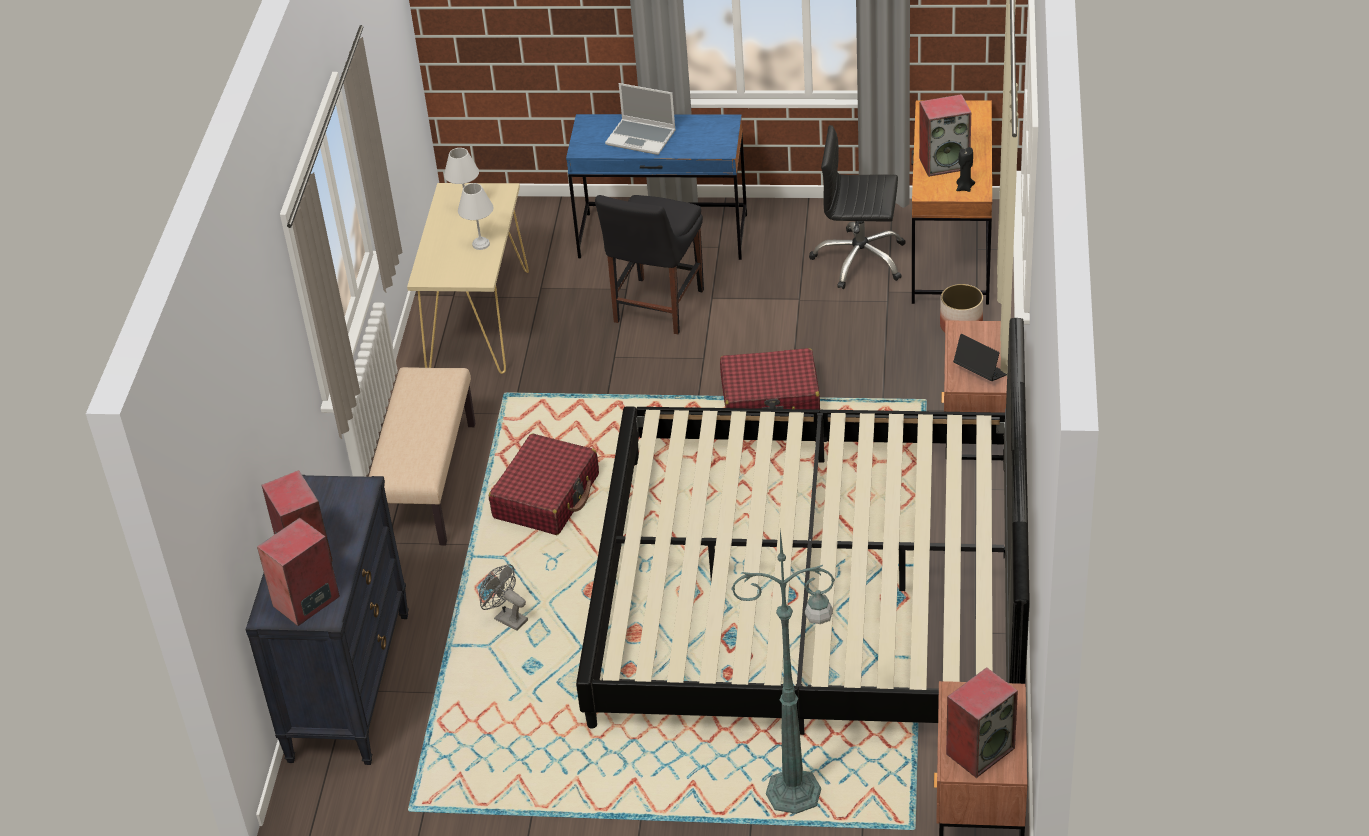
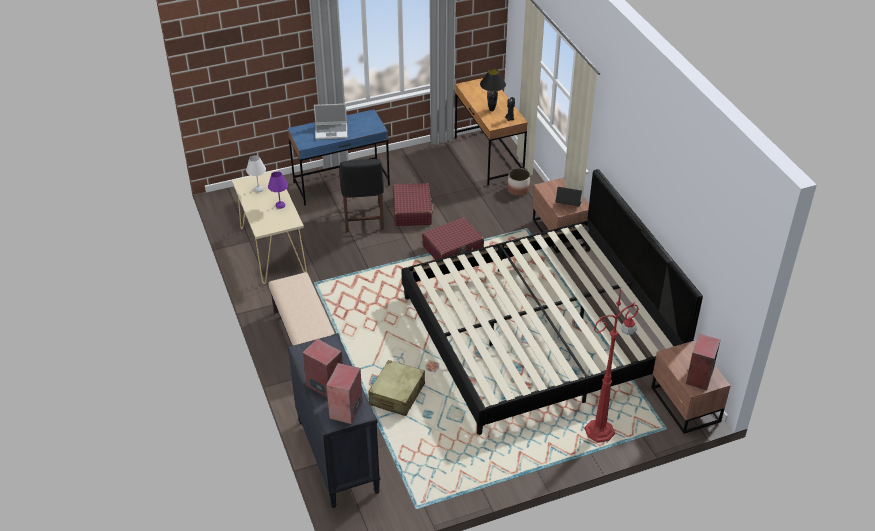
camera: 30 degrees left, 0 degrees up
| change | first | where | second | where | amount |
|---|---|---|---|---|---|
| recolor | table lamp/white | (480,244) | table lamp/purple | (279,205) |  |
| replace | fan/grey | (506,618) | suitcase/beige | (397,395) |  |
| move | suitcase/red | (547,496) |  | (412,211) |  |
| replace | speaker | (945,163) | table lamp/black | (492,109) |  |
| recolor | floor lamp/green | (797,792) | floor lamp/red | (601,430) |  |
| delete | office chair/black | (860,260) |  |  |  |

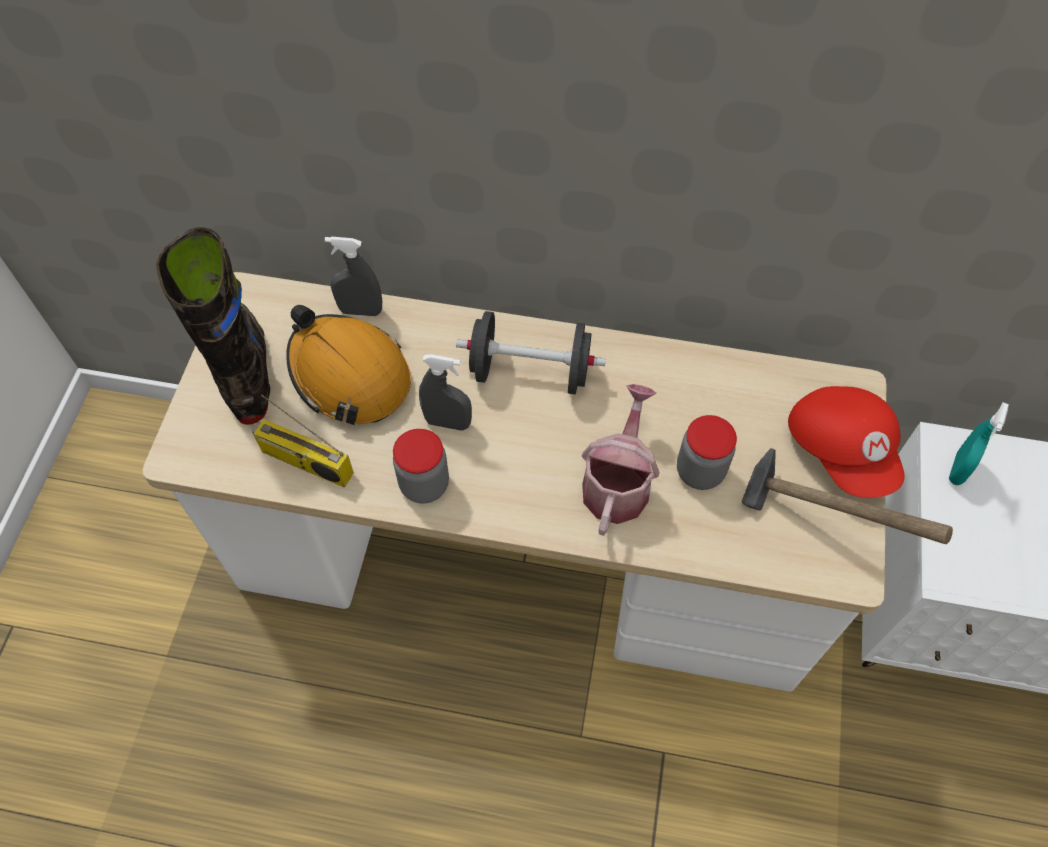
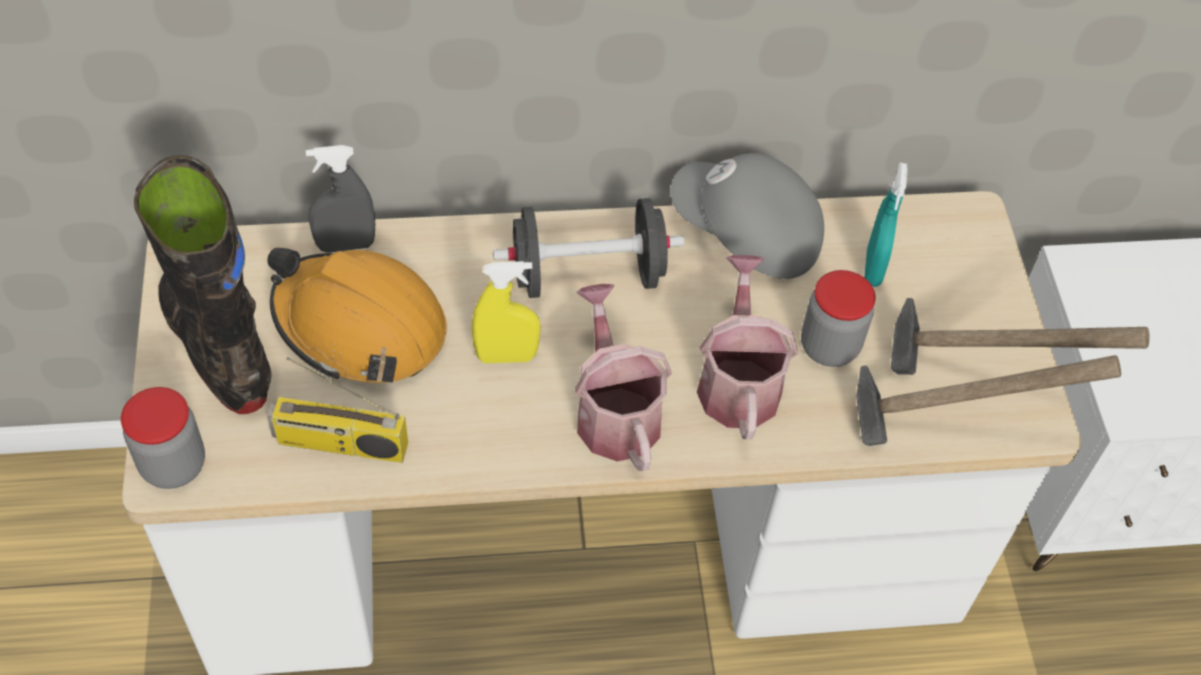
camera: 20 degrees left, 5 degrees down
| change | first | where | second | where | amount |
|---|---|---|---|---|---|
| move | jar | (424,484) |  | (173,465) |  |
| recolor | spray bottle/grey | (448,422) | spray bottle/yellow | (506,356) |  |
| insert |  |  | watering can | (614,411) |  |
| insert |  |  | cap/grey | (746,234) |  |
| insert |  |  | hammer | (951,429) |  |
| move | spray bottle/turquoise | (958,469) |  | (873,268) |  |
| delete | cap/red | (842,450) |  |  |  |

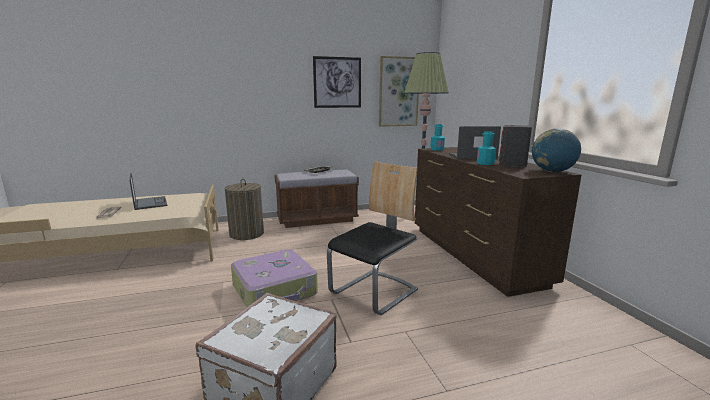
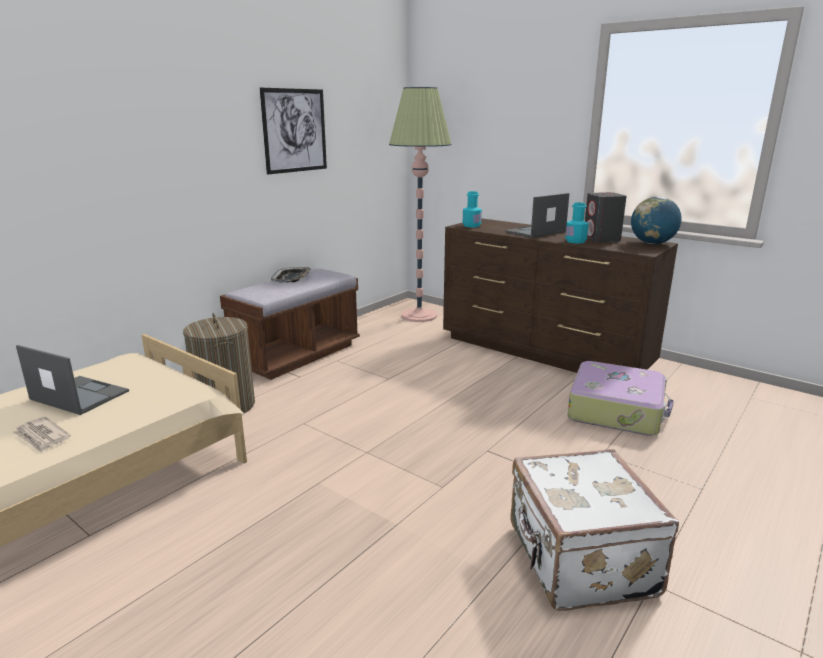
camera: 35 degrees left, 5 degrees up
| change | first | where | second | where | amount |
|---|---|---|---|---|---|
| move | suitcase | (275,290) |  | (616,410) |  |
| delete | chair | (374,292) |  |  |  |
| delete | picture | (398,92) |  |  |  |

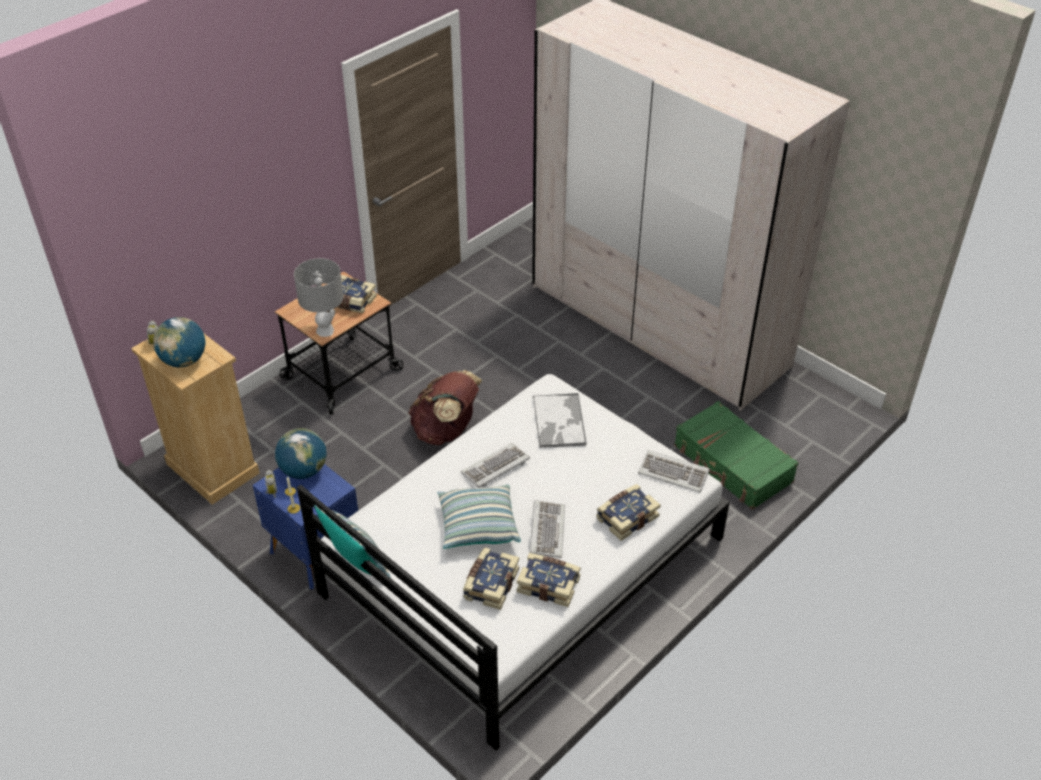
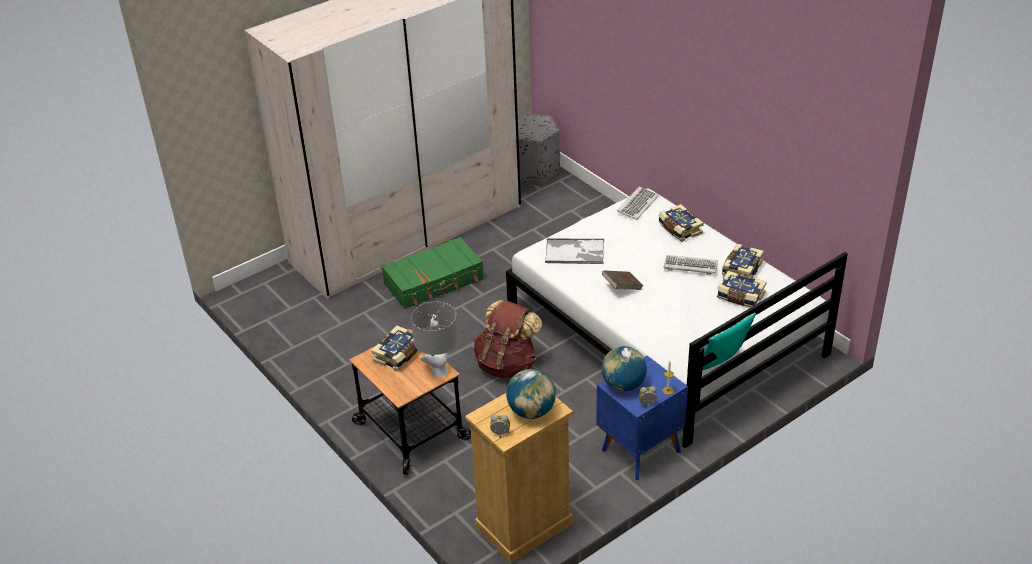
camera: 80 degrees left, 5 degrees down
| change | first | where | second | where | amount |
|---|---|---|---|---|---|
| move | suitcase/green | (732,464) |  | (434,282) |  |
| insert |  |  | ottoman/grey | (534,172) |  |
| replace | keyboard | (495,467) | book/brown | (622,287) |  |
| delete | pillow | (478,526) |  |  |  |

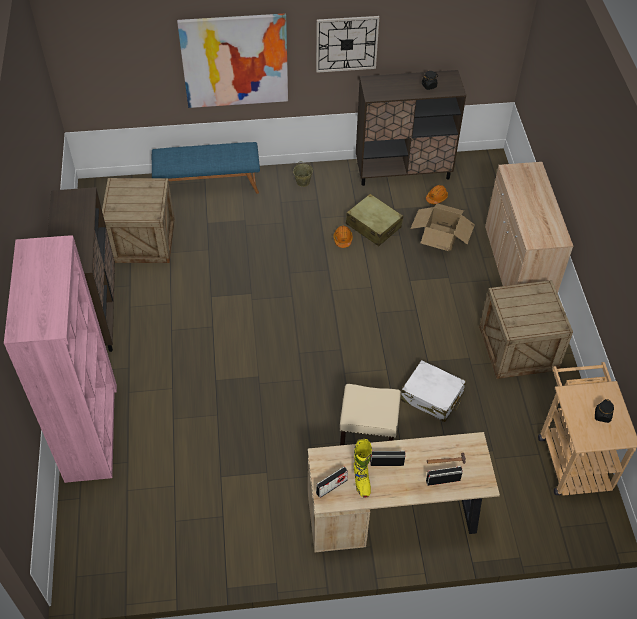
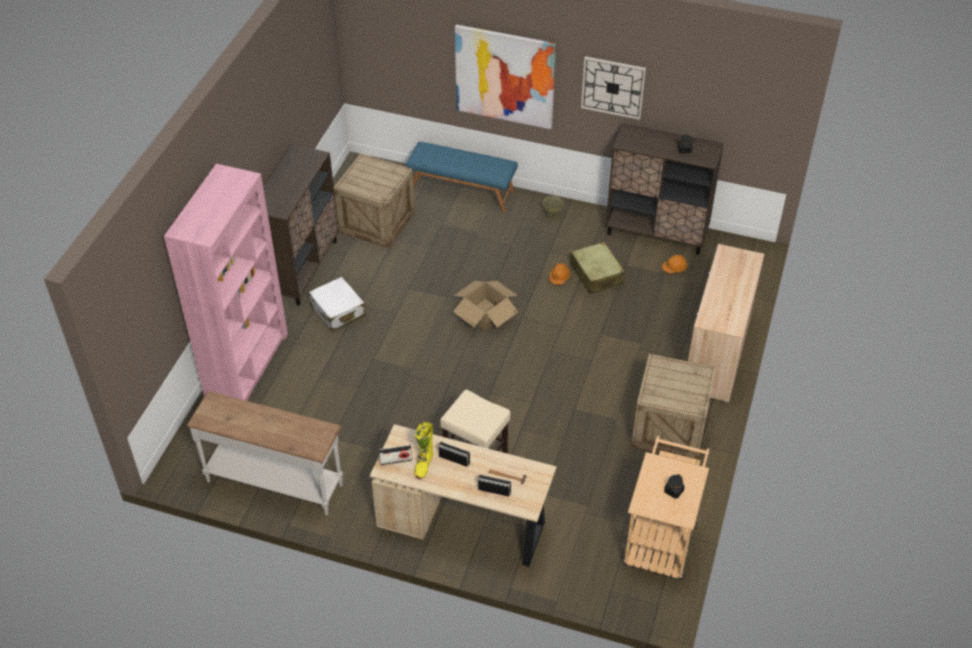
camera: 25 degrees right, 5 degrees down
| change | first | where | second | where | amount |
|---|---|---|---|---|---|
| insert |  |  | console table/white | (275,482) |  |
| move | suitcase/white | (432,397) |  | (338,311) |  |
| move | cardboard box | (441,236) |  | (485,314) |  |

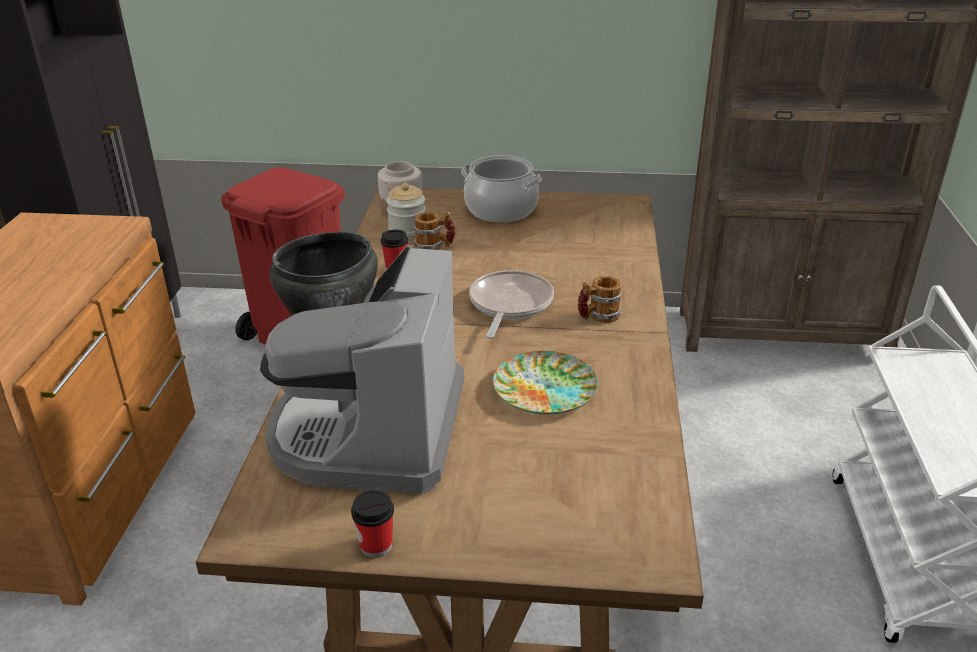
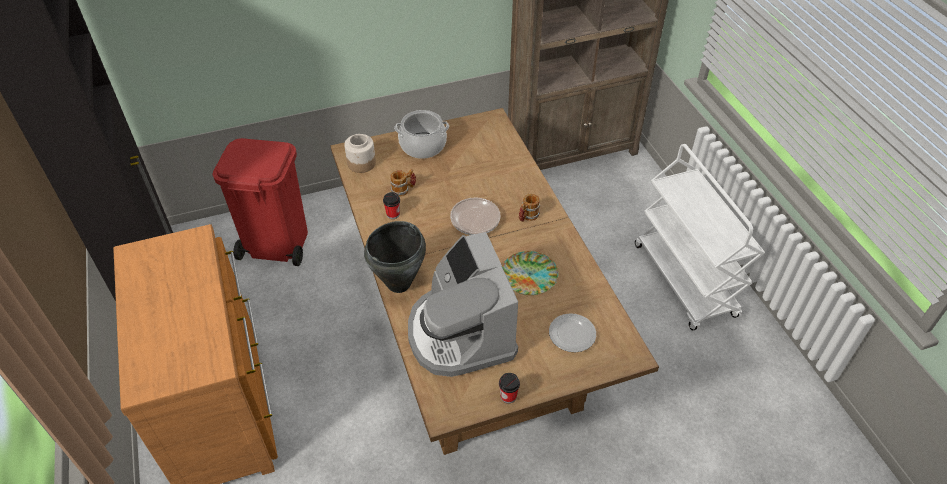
camera: 25 degrees left, 15 degrees up
| change | first | where | second | where | amount |
|---|---|---|---|---|---|
| insert |  |  | plate | (572,335) |  |
| delete | jar | (407,231) |  |  |  |

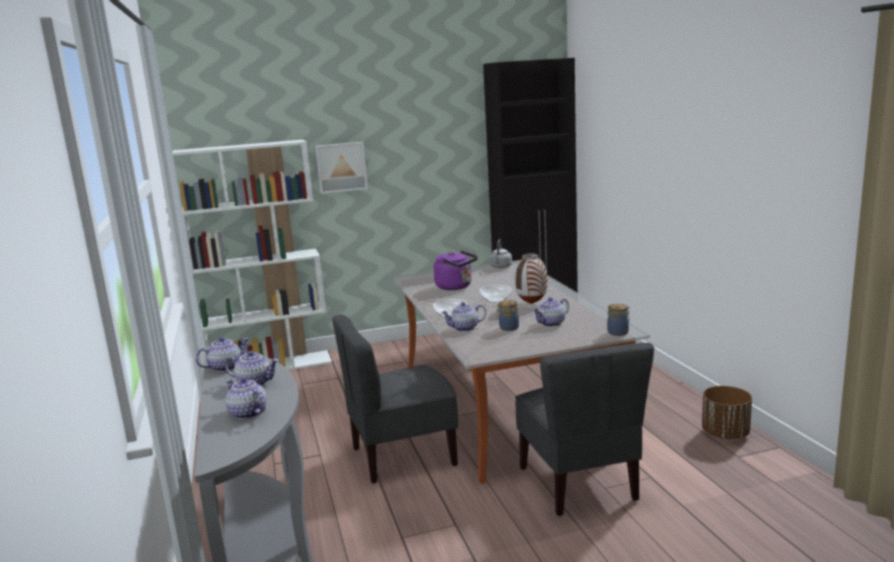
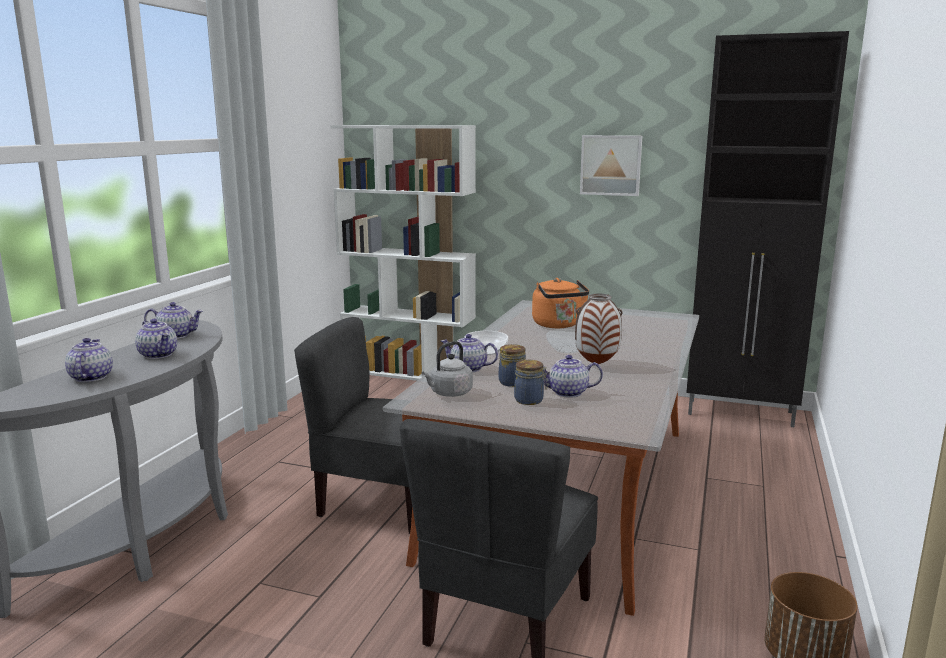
camera: 35 degrees right, 0 degrees up
| change | first | where | second | where | amount |
|---|---|---|---|---|---|
| move | kettle/grey | (500,267) |  | (449,393) |  |
| move | jar | (618,332) |  | (530,400) |  |
| recolor | kettle/purple | (456,287) | kettle/orange | (558,325) |  |
| move | picture | (341,167) |  | (611,165) |  |

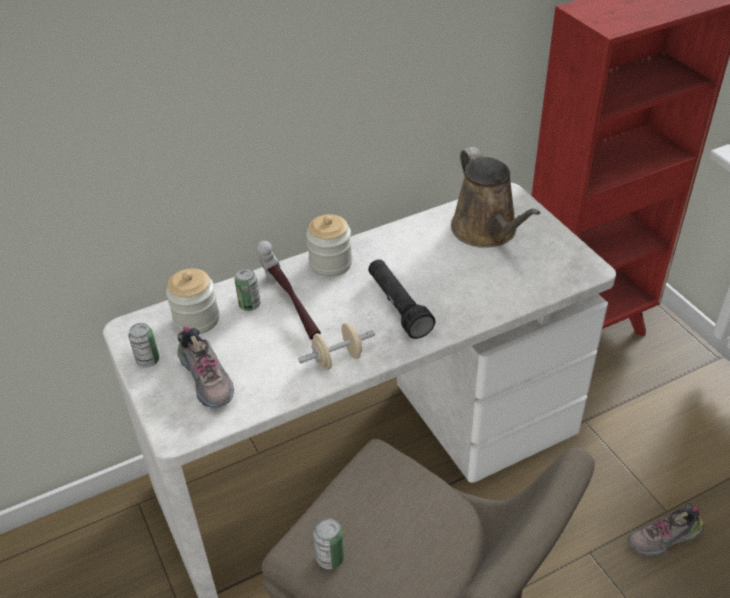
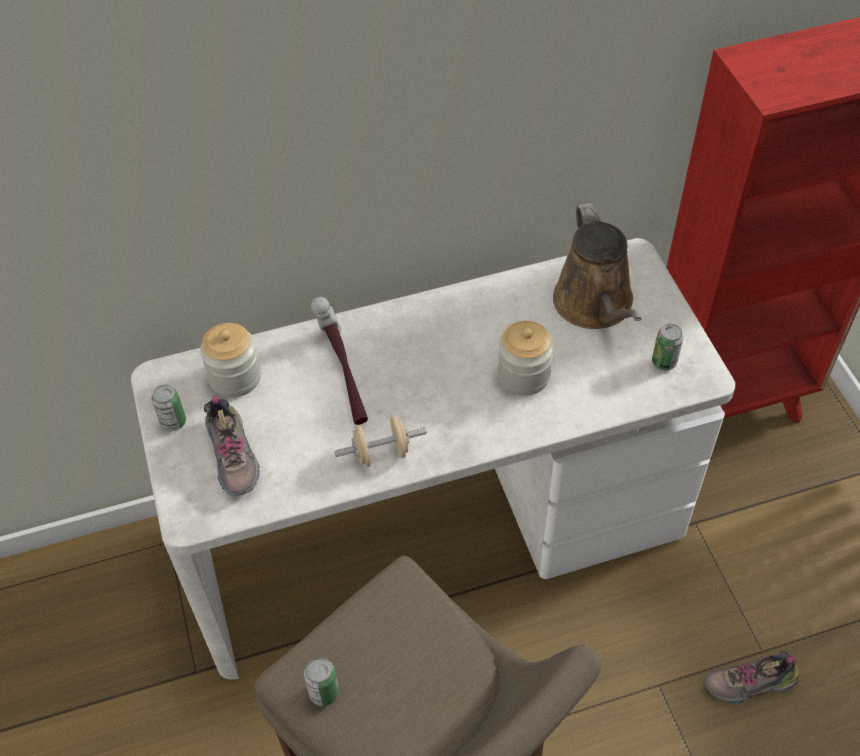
camera: 10 degrees right, 10 degrees up
| change | first | where | second | where | amount |
|---|---|---|---|---|---|
| move | jar | (330,263) |  | (523,375) |  |
| move | can | (249,305) |  | (664,362) |  |
| delete | flashlight/black | (398,306) |  |  |  |

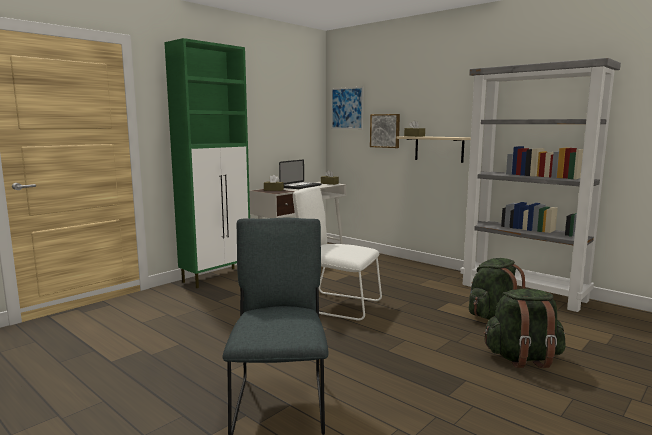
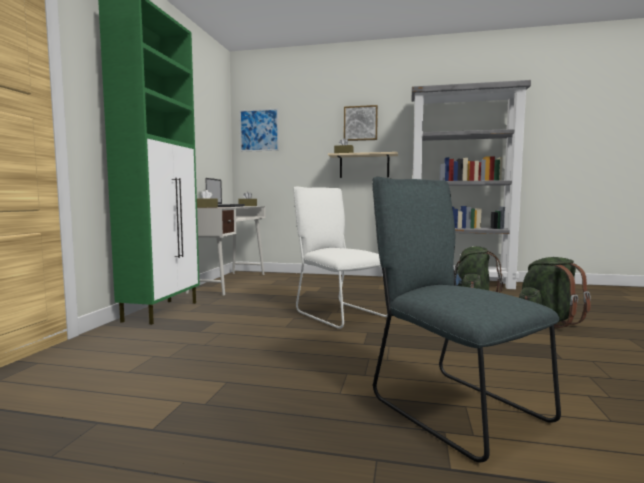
camera: 30 degrees left, 5 degrees down
| change | first | where | second | where | amount |
|---|---|---|---|---|---|
| rotate | chair/white | (336,305) |  | (338,313) | 60 degrees clockwise |
| move | picture | (385,130) |  | (360,123) |  |

